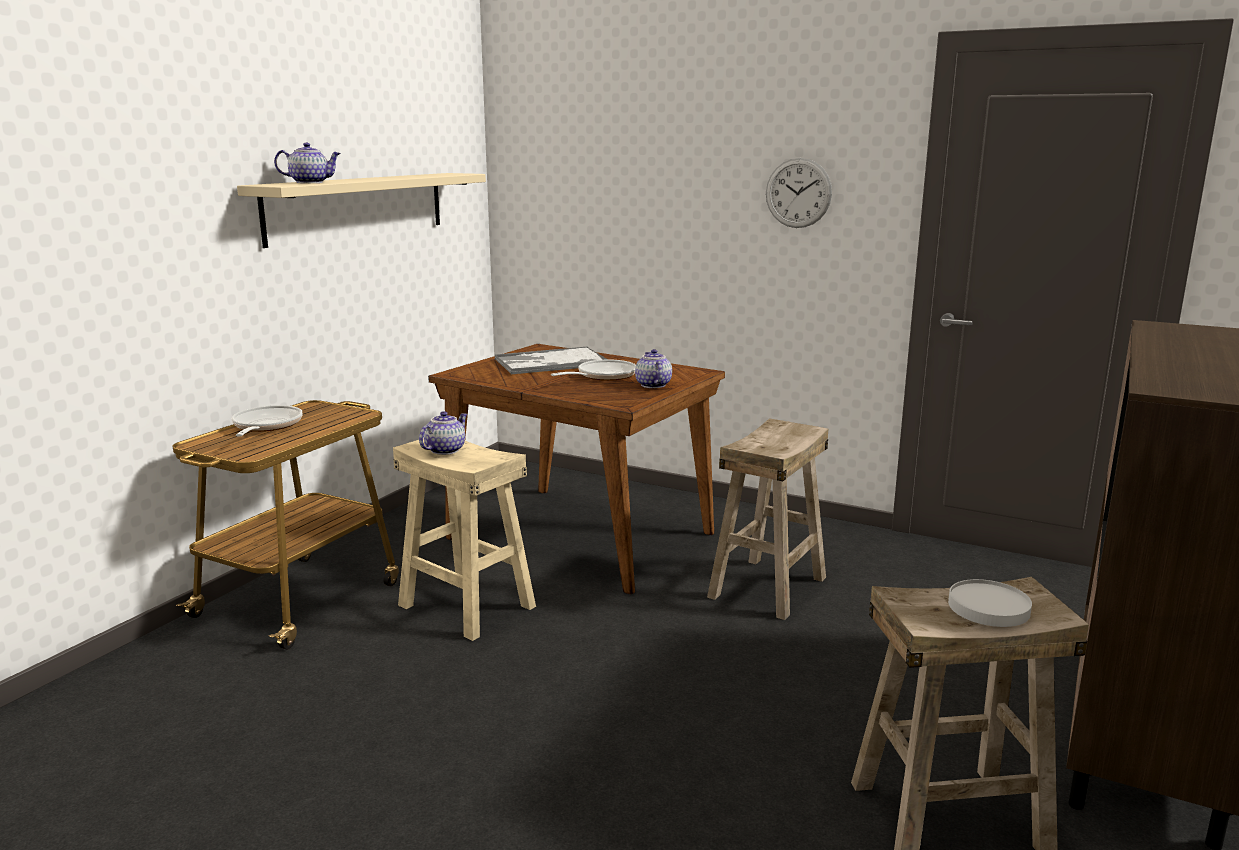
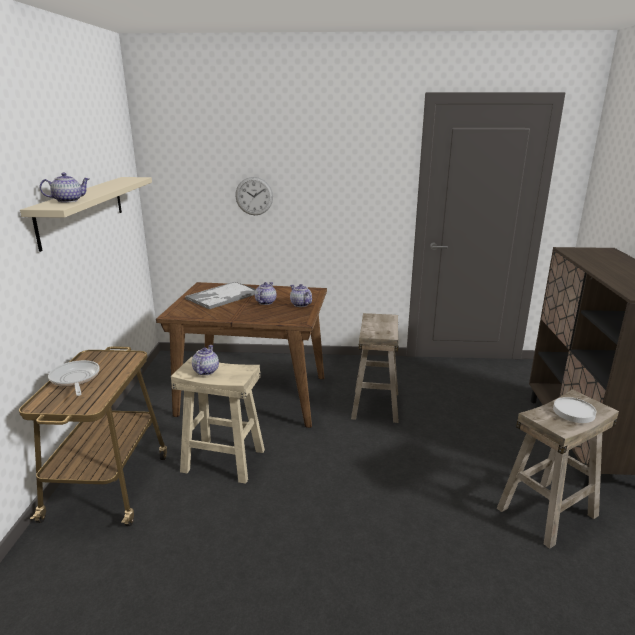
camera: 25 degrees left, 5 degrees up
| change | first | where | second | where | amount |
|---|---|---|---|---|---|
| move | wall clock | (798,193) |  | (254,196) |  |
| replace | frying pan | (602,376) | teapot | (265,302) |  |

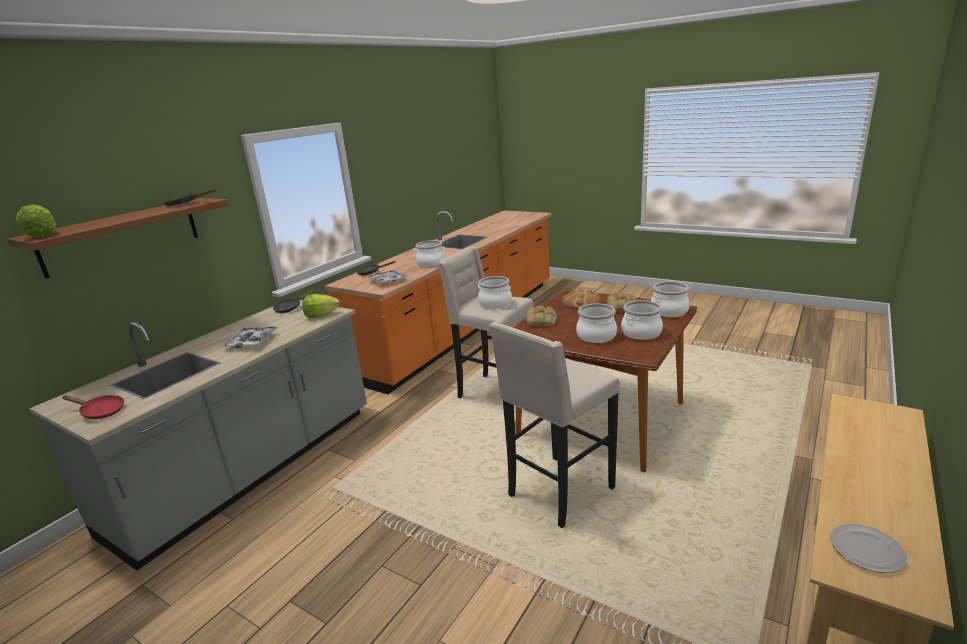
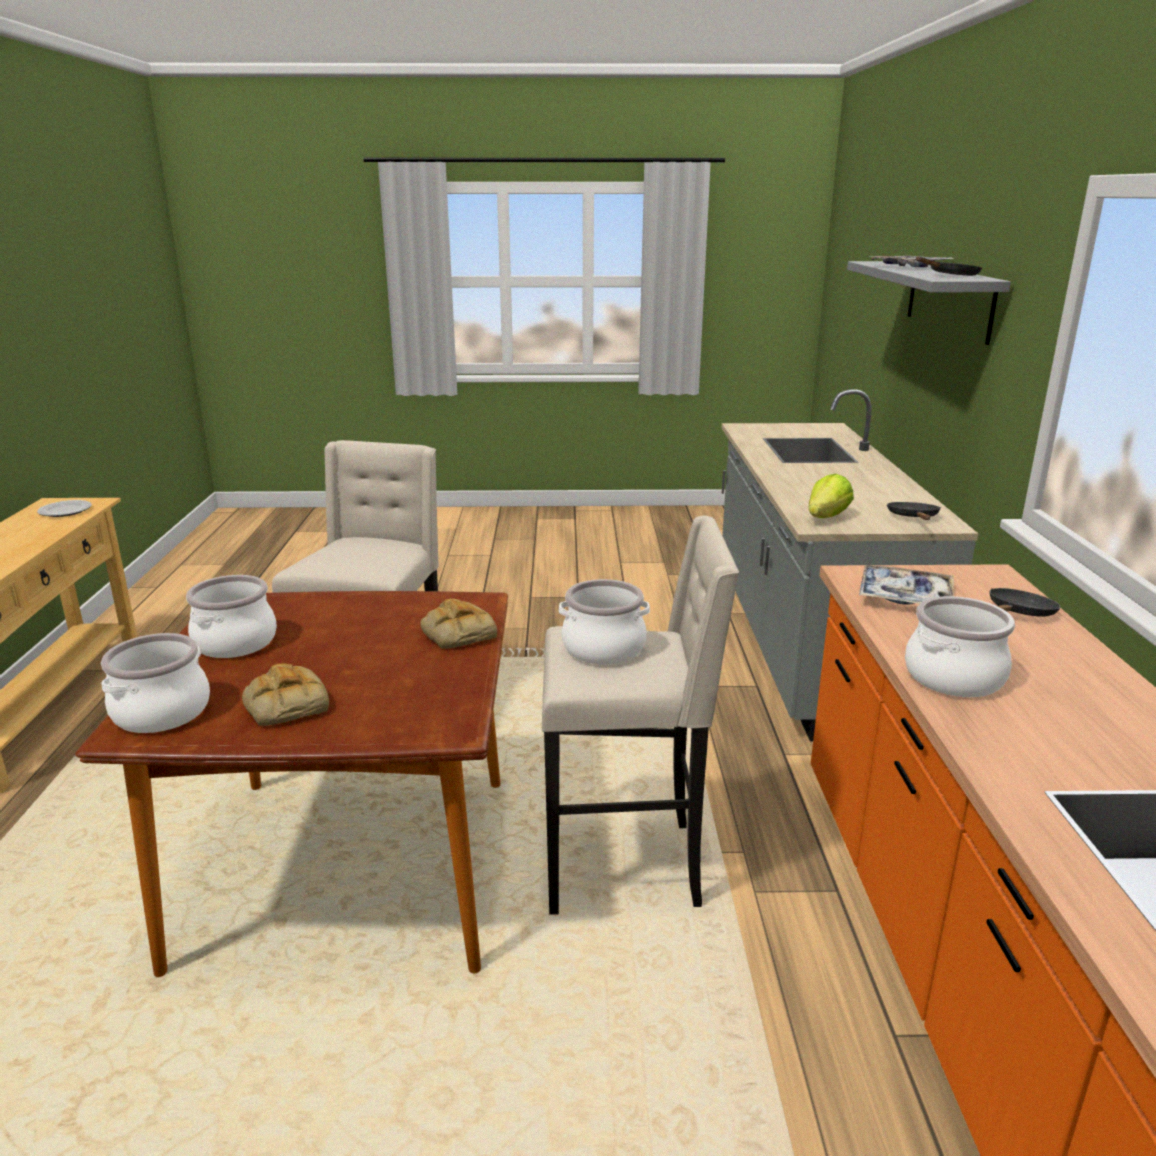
camera: 145 degrees right, 0 degrees up
| change | first | where | second | where | amount |
|---|---|---|---|---|---|
| recolor | shelf/brown | (122,235) | shelf/grey | (949,299) |  |
| move | tray | (251,341) |  | (909,267) |  |
| delete | lettuce | (43,235) |  |  |  |
| delete | frying pan/red | (100,412) |  |  |  |
| delete | bread | (580,302) |  |  |  |
| delete | cooking pot | (596,336) |  |  |  |

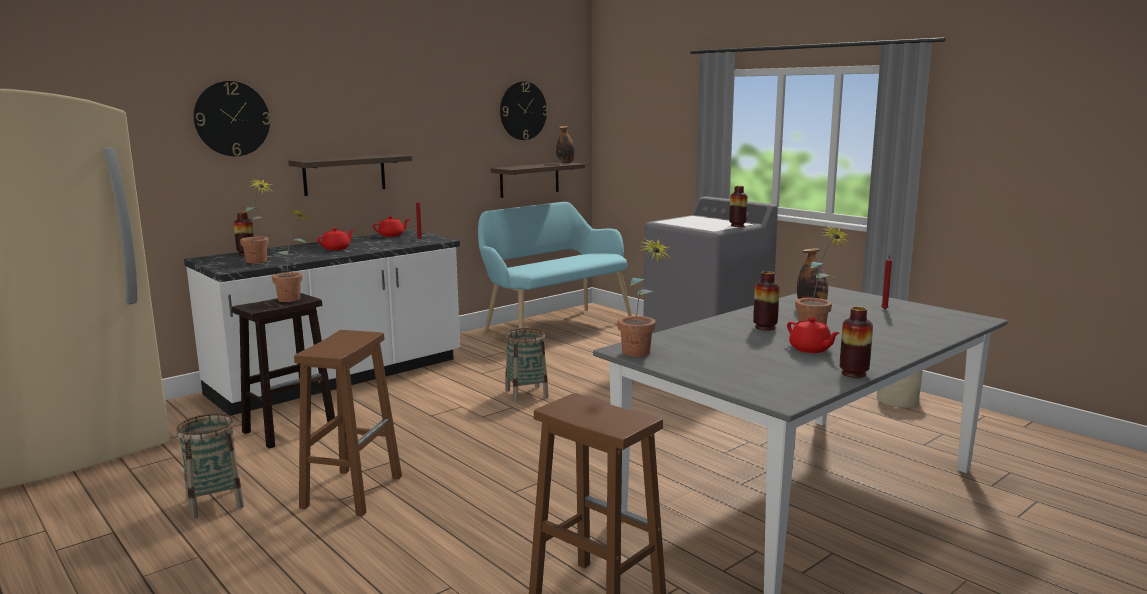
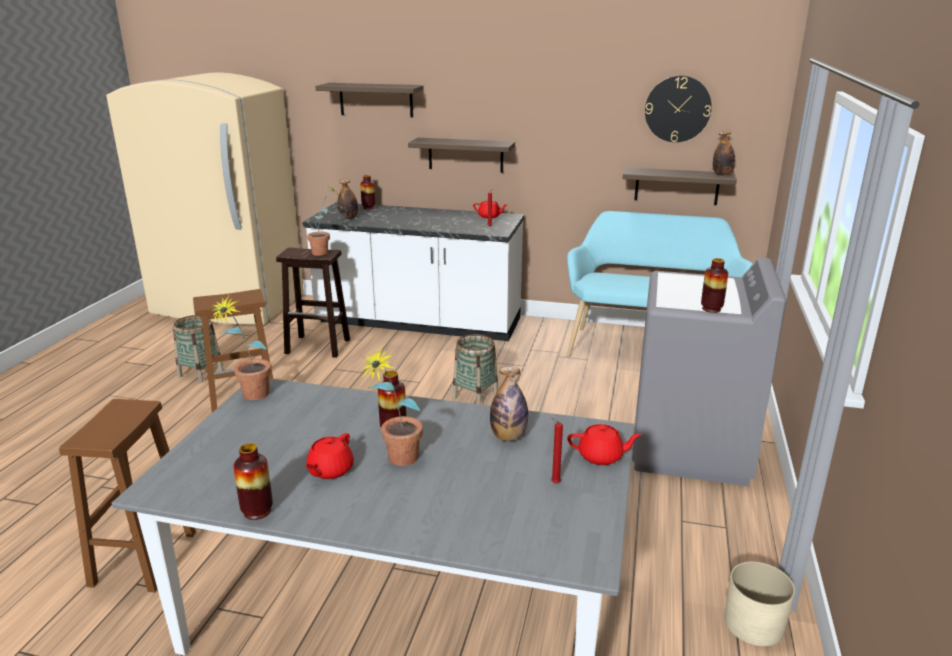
camera: 55 degrees right, 10 degrees up
| change | first | where | second | where | amount |
|---|---|---|---|---|---|
| replace | wall clock | (232,118) | shelf | (376,100) |  |
| replace | potted plant | (260,262) | bottle | (348,218) |  |
| move | teapot/red | (337,248) |  | (601,456) |  |

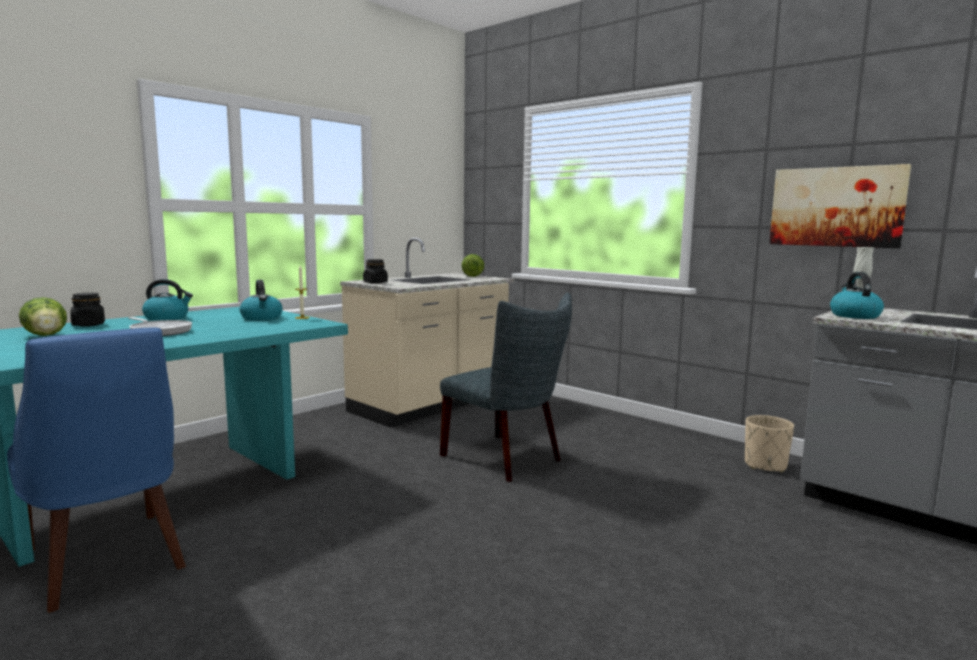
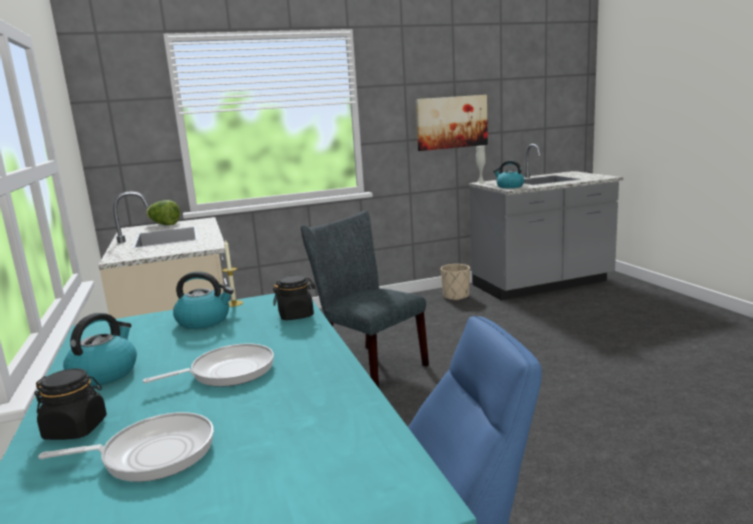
camera: 60 degrees left, 5 degrees up
| change | first | where | second | where | amount |
|---|---|---|---|---|---|
| replace | lettuce | (47,336) | frying pan | (152,453) |  |
| move | jar/black | (375,283) |  | (296,315) |  |
| rotate | chair/grey | (507,459) |  | (367,365) | 120 degrees counterclockwise |

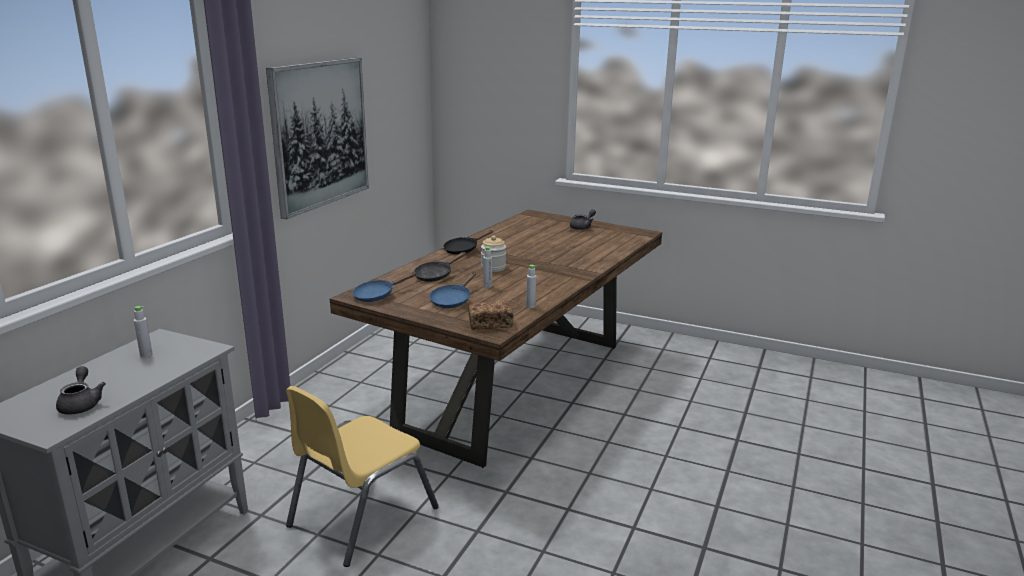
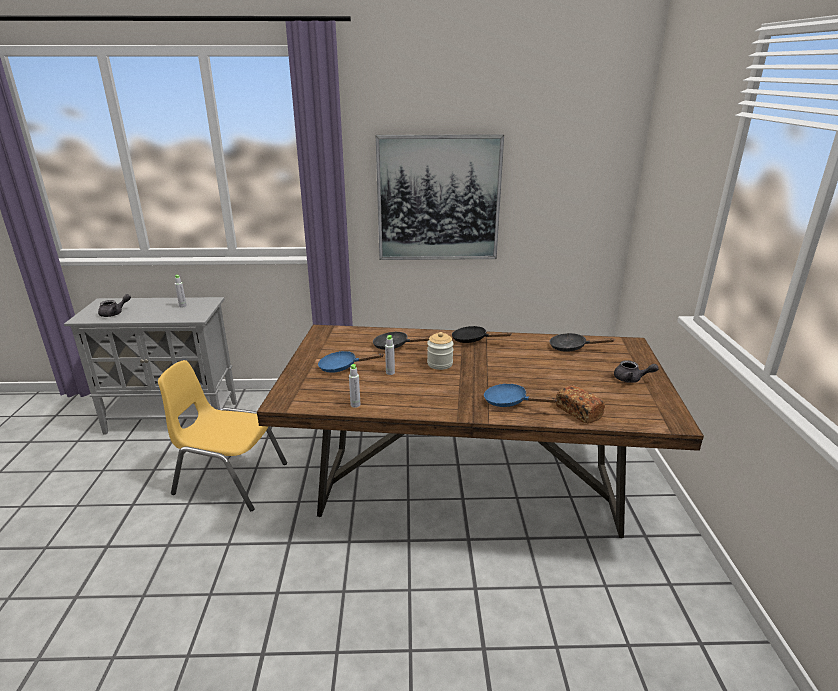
camera: 65 degrees right, 5 degrees up
| change | first | where | second | where | amount |
|---|---|---|---|---|---|
| move | frying pan/blue | (377,295) |  | (509,402) |  |
| insert |  |  | frying pan/black | (571,347) |  |
| move | bread | (490,324) |  | (578,412) |  |

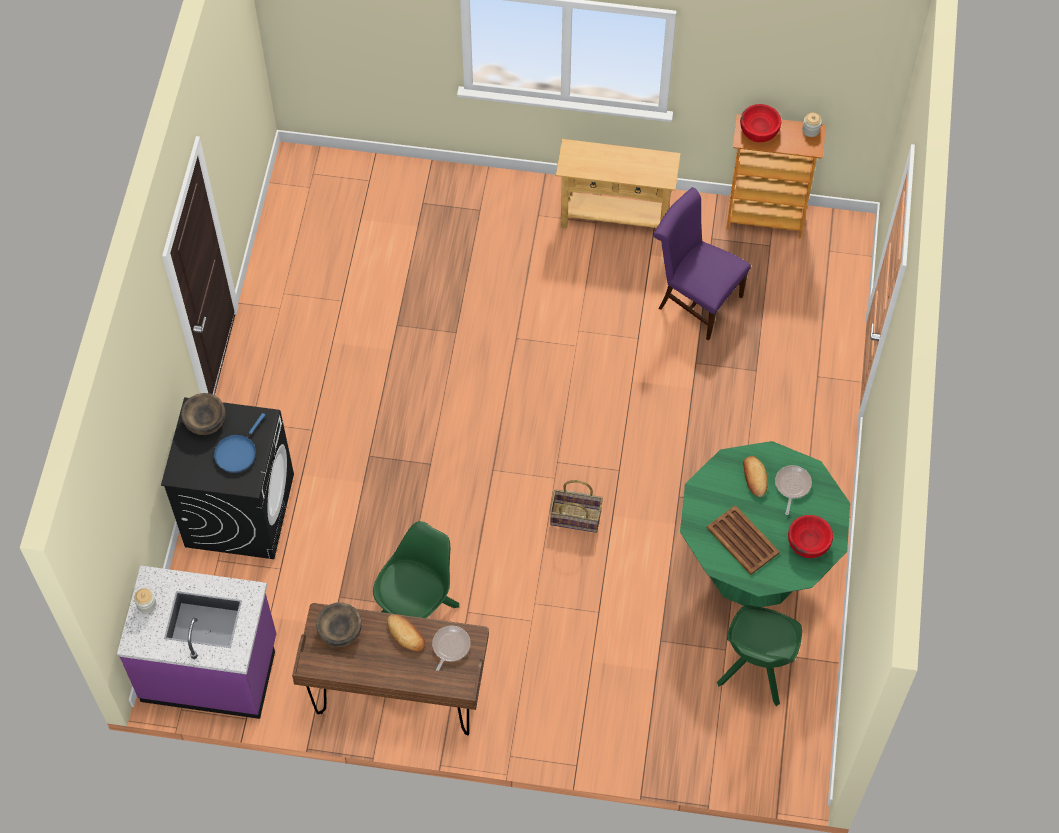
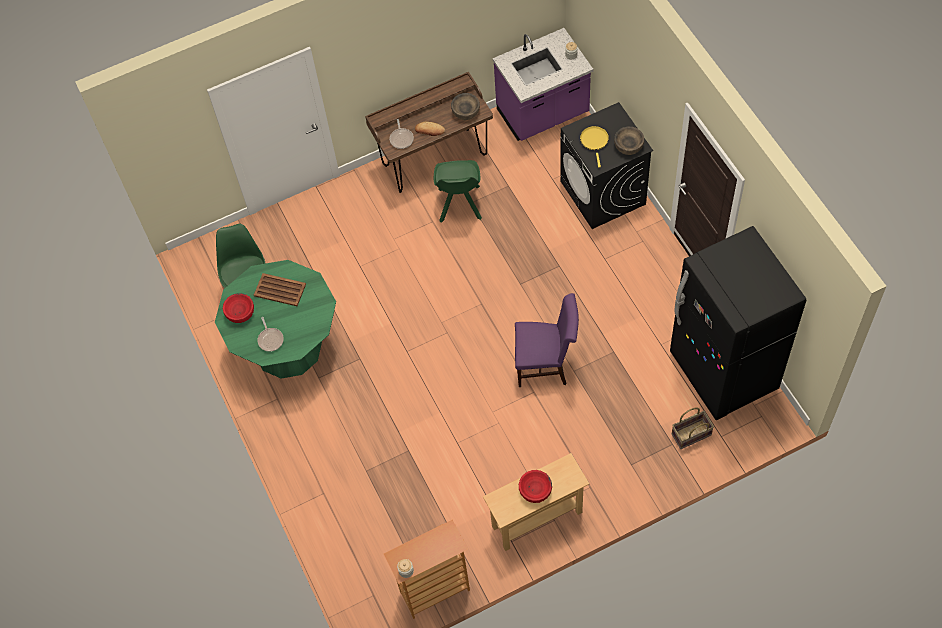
camera: 150 degrees right, 0 degrees up
| change | first | where | second | where | amount |
|---|---|---|---|---|---|
| move | chair/purple | (695,300) |  | (546,364) |  |
| move | bowl/red | (759,130) |  | (535,490) |  |
| recolor | frying pan/blue | (237,452) | frying pan/yellow | (594,141) |  |
| insert |  |  | fridge/black | (723,372) |  |
| move | basket | (576,517) |  | (691,435) |  |
| delete | bread | (754,477) |  |  |  |

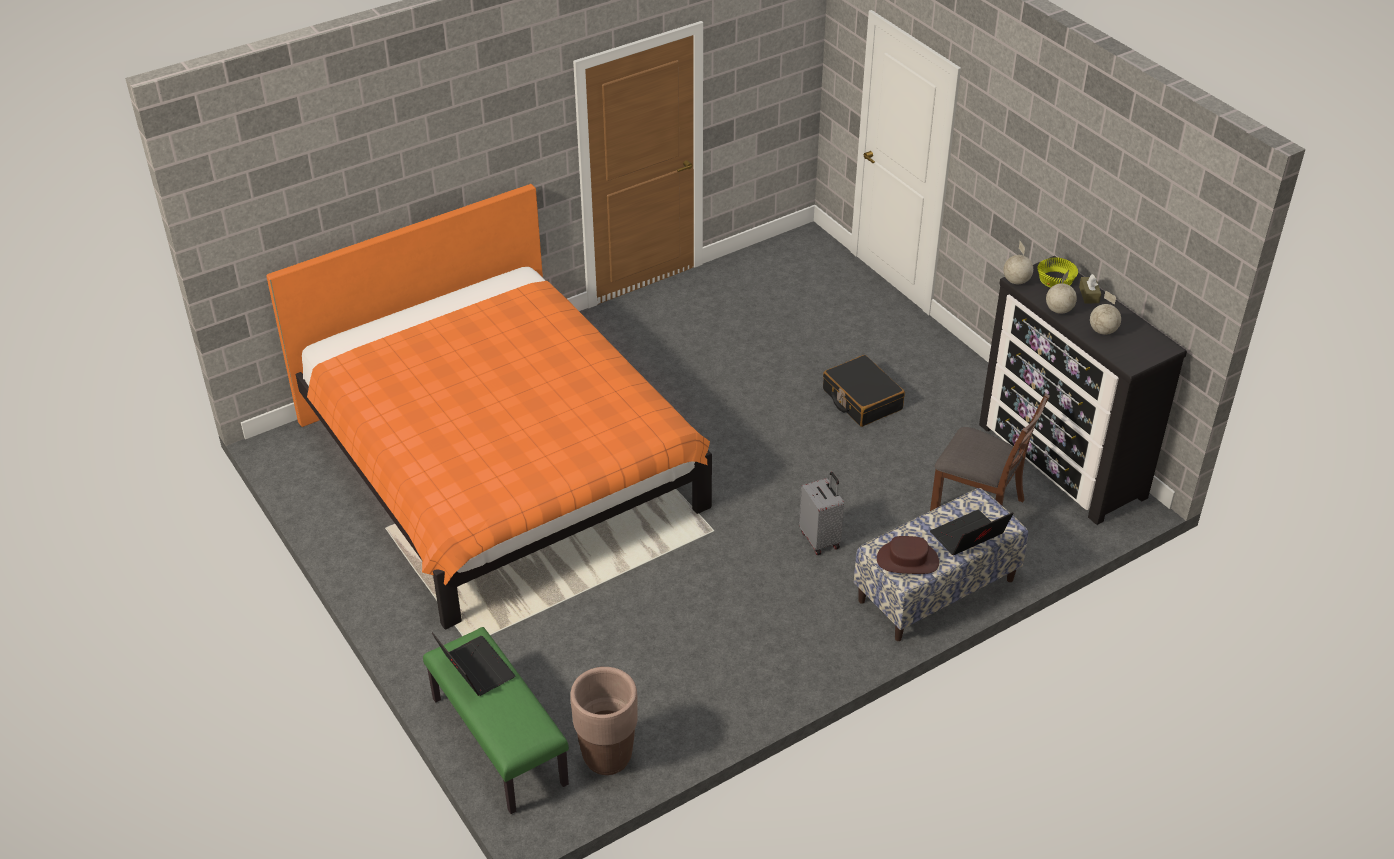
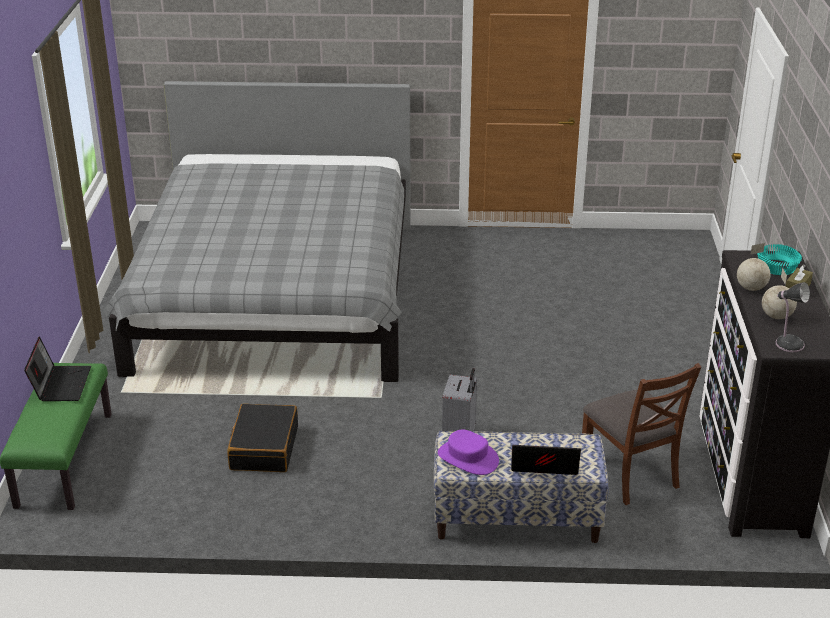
camera: 35 degrees right, 10 degrees down
| change | first | where | second | where | amount |
|---|---|---|---|---|---|
| recolor | bed/orange | (498,466) | bed/grey | (276,295) |  |
| move | suitcase/black | (861,400) |  | (263,448) |  |
| recolor | hat/brown | (907,560) | hat/purple | (467,458) |  |
| recolor | bowl/yellow | (1055,280) | bowl/turquoise | (776,267) |  |
| insert |  |  | table lamp | (788,343) |  |
| delete | planter/brown | (607,757) |  |  |  |
| delete | globe | (1016,281) |  |  |  |

